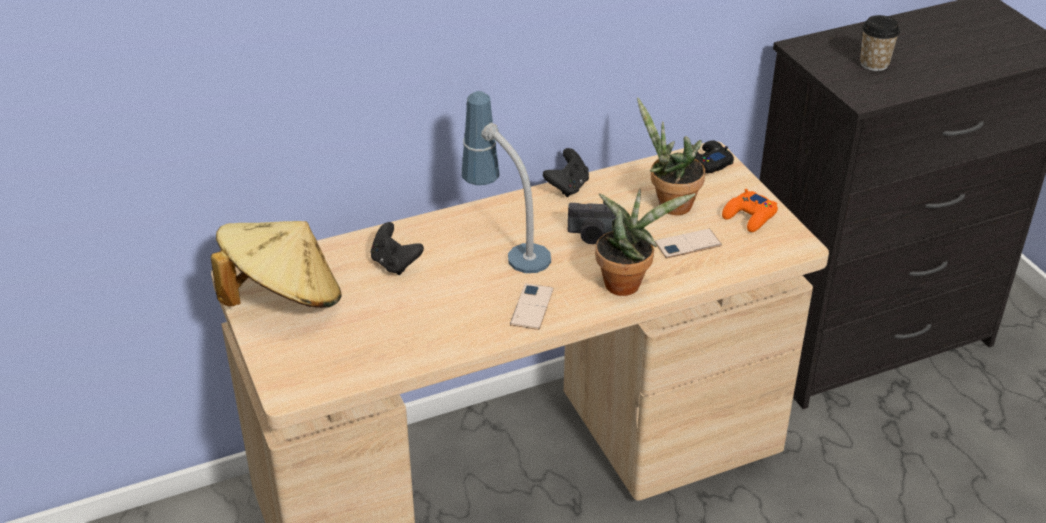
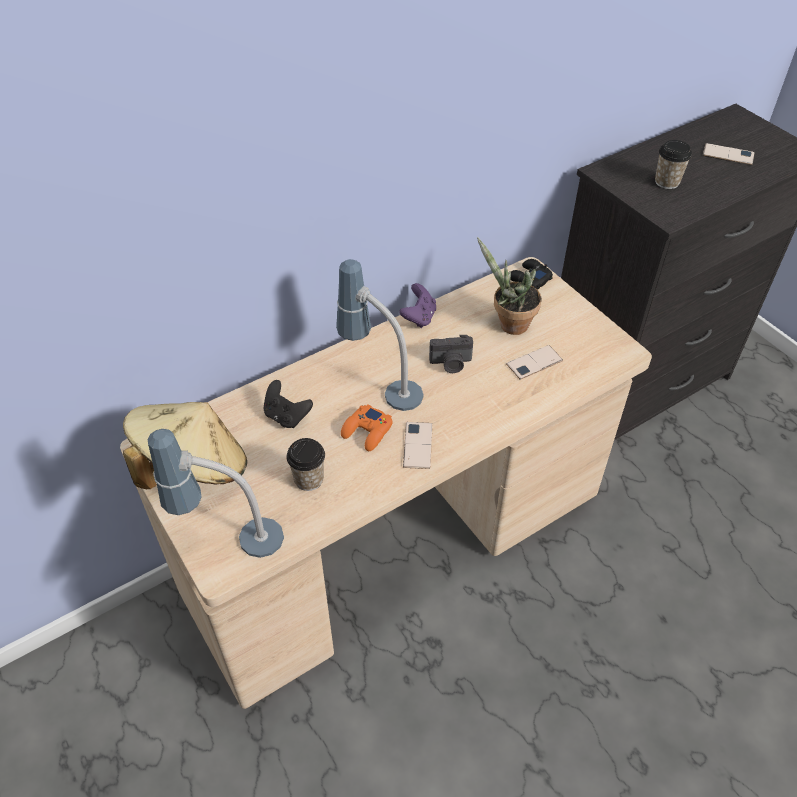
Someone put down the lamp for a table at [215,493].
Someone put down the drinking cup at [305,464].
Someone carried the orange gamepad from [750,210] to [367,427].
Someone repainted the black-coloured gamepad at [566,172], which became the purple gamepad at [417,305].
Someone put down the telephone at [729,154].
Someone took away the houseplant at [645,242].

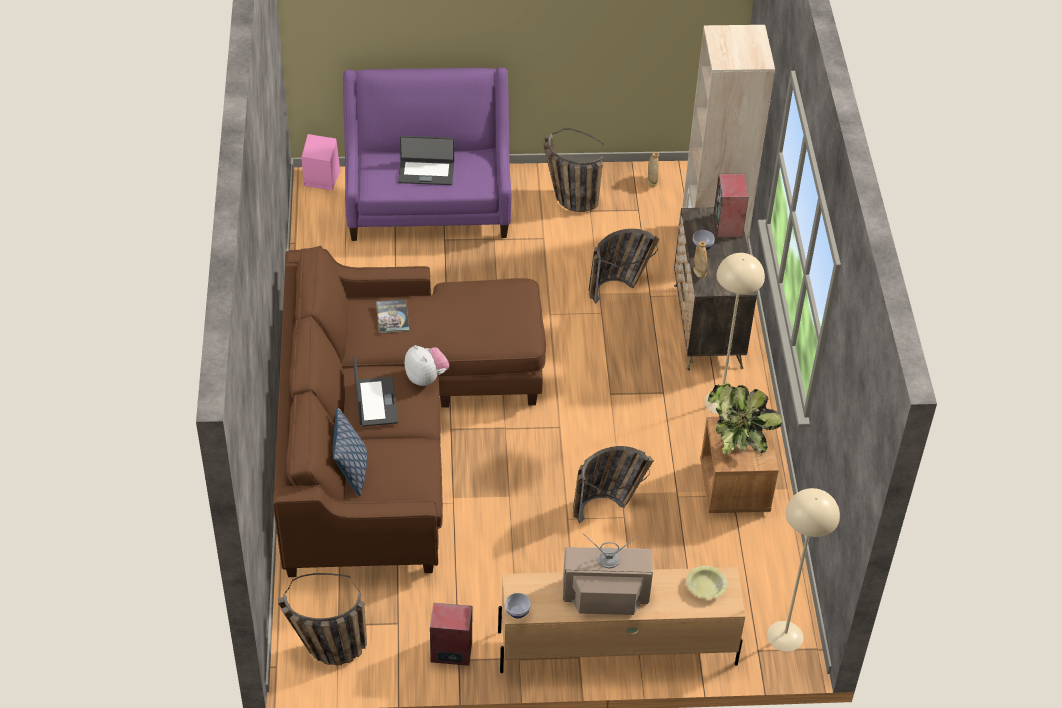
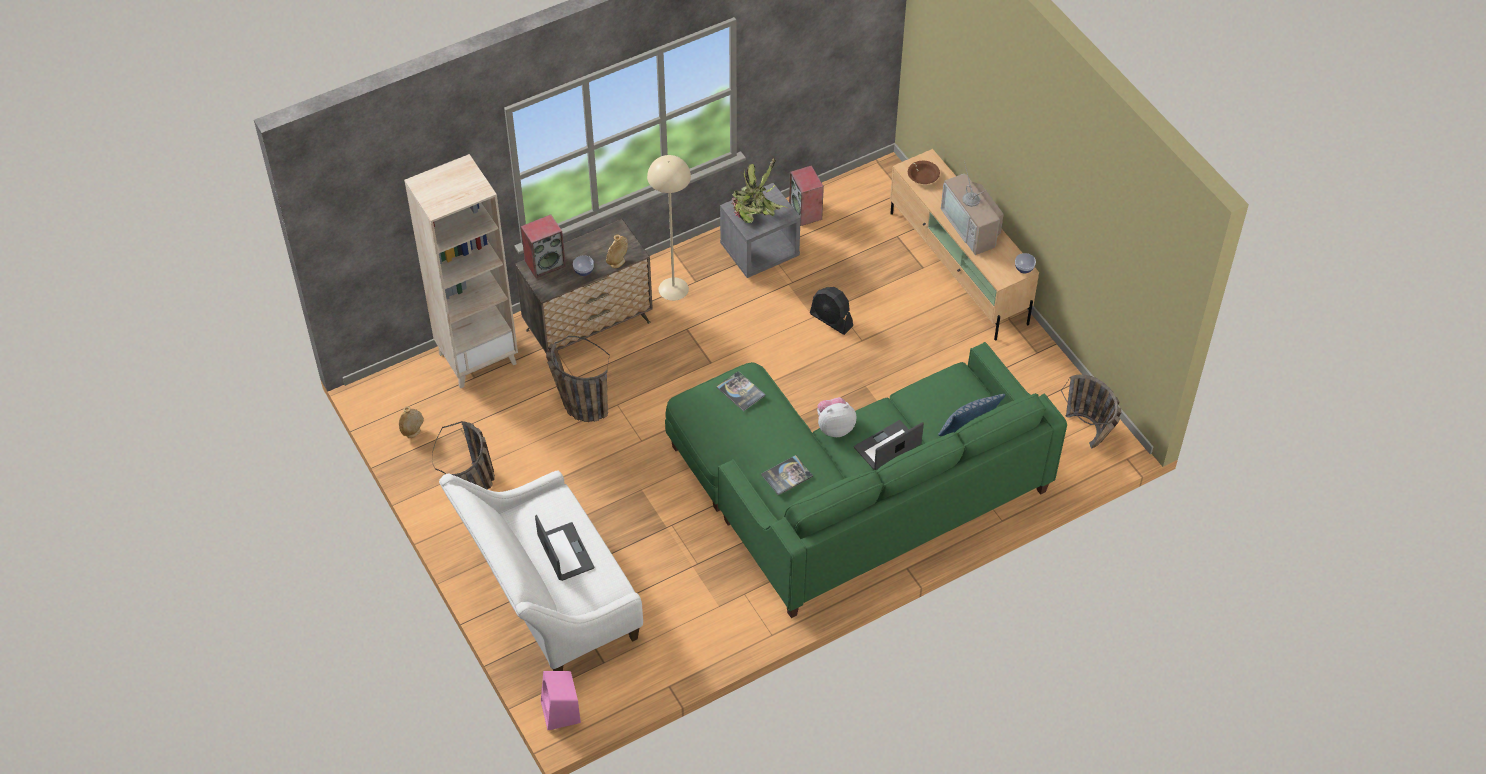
Someone repainted the purple settee at [427,154], which became the white-coloured settee at [541,571].
Someone repainted the brown settee at [409,411], which became the greenish settee at [866,480].
Someone put down the book at [740,391].
Someone repainted the brown nightstand at [739,465], which became the greyish nightstand at [760,230].
Someone carried the speaker from [451,634] to [806,195].
Someone swapped the basket at [613,484] for the black-coloured cooling fan at [831,311].
Someone rotated the cuddly toy at [426,365] by 45 degrees clockwise.
Someone repainted the yellow-coloured serving bowl at [706,582], which became the brown serving bowl at [924,172].
Someone took away the beige-coloured standing lamp at [803,570].

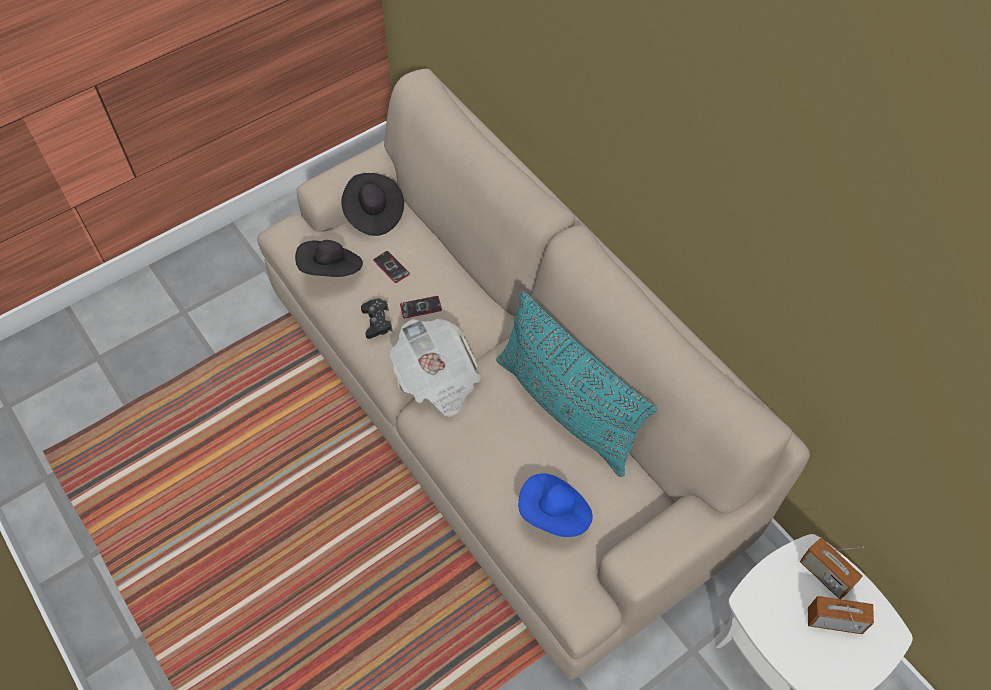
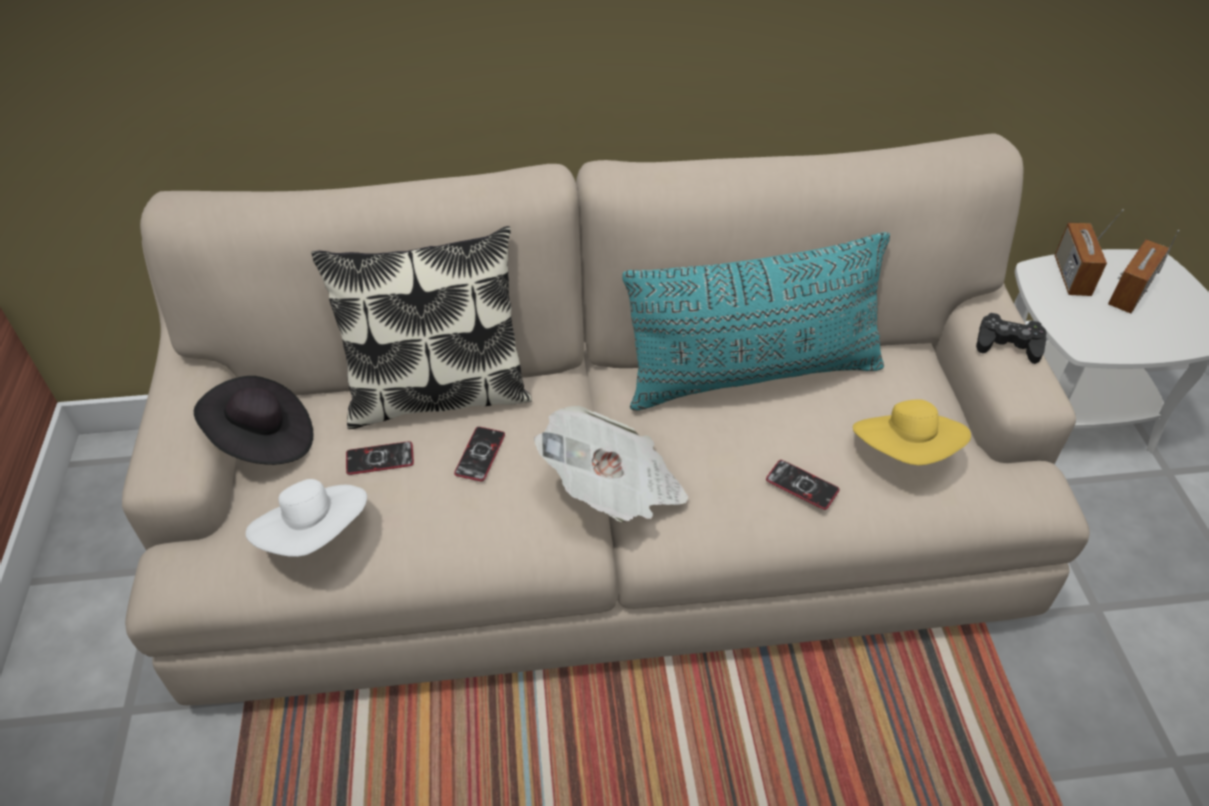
Someone repainted the black-coloured wearable hat at [329,258], which became the white-coloured wearable hat at [306,518].
Someone put down the throw pillow at [422,327].
Someone put down the telephone at [802,485].
Someone repainted the blue-coloured wearable hat at [555,505], which became the yellow-coloured wearable hat at [912,432].
Someone carried the black-coloured gamepad from [377,318] to [1011,338].
Someone rotated the radio receiver at [832,568] by 105 degrees clockwise.

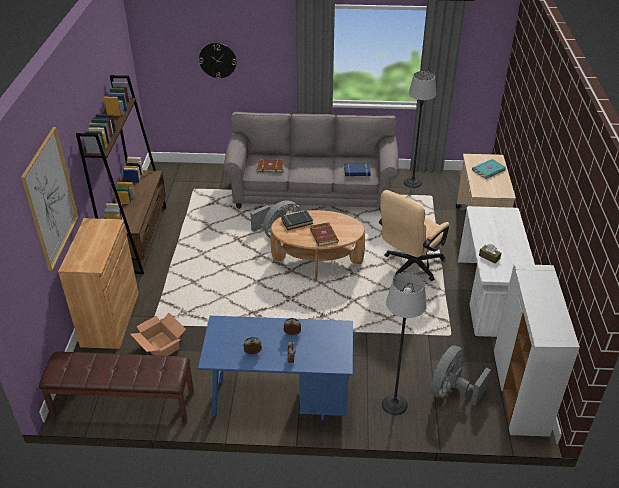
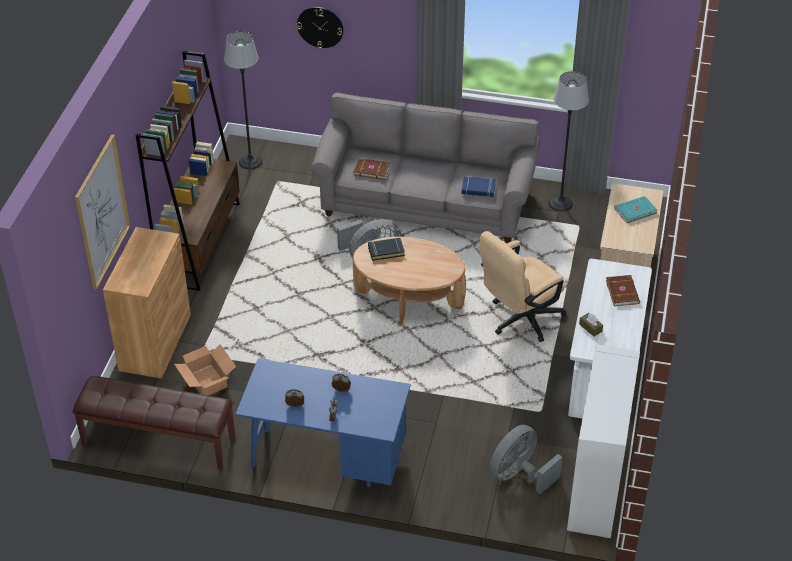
Someone carried the standing lamp from [404,343] to [243,100].
Someone carried the brown book from [324,234] to [623,290].

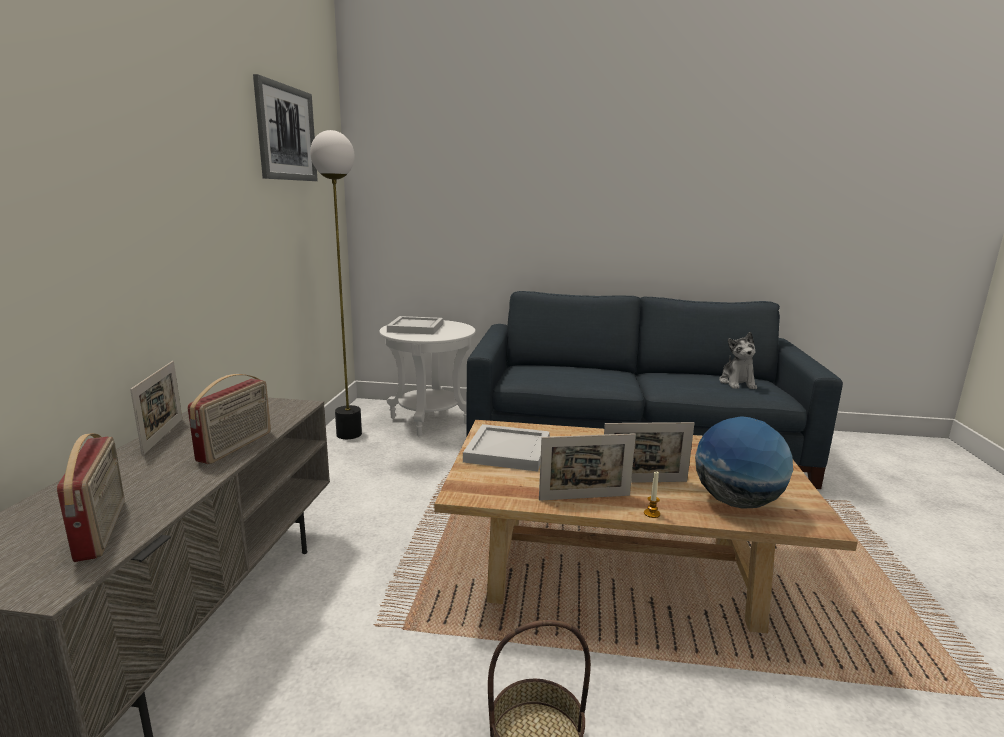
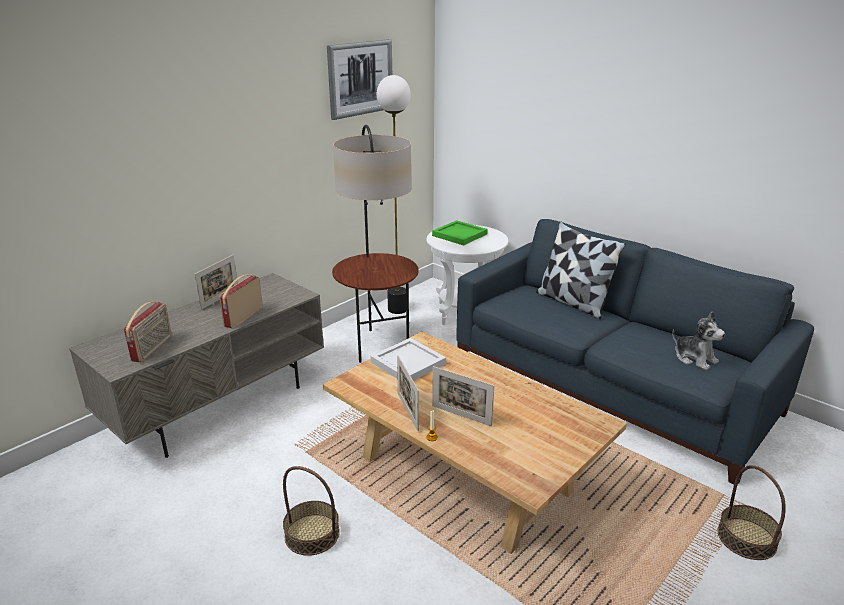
Someone rotated the radio receiver at [229,419] by 150 degrees clockwise.
Someone put down the standing lamp at [375,244].
Someone rotated the picture frame at [587,467] by 45 degrees clockwise.
Someone repainted the white-coloured serving tray at [415,325], which became the greenish serving tray at [460,233].
Someone put down the throw pillow at [581,270].
Someone rotated the cuddly toy at [738,360] by 75 degrees counterclockwise.
Someone put down the basket at [751,512].
Someone took away the world globe at [744,462].

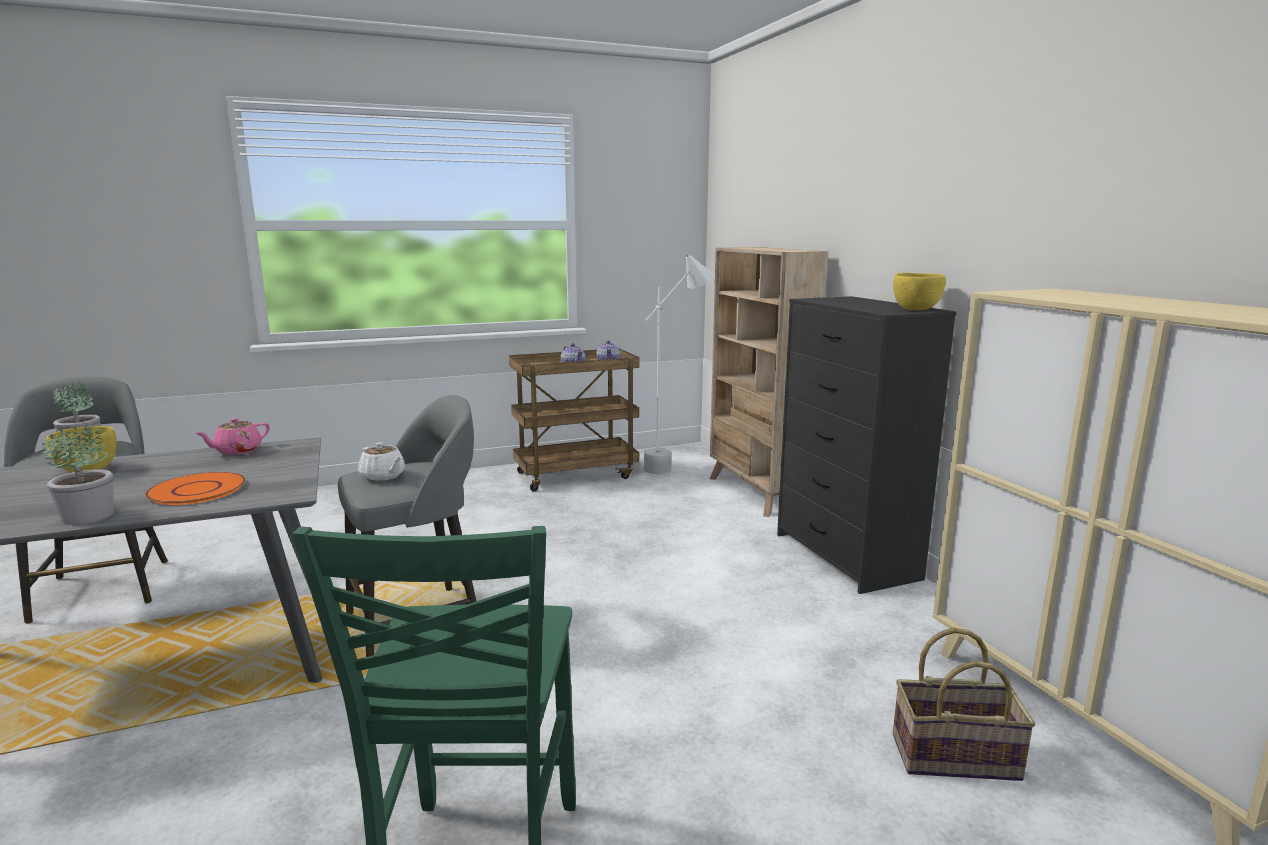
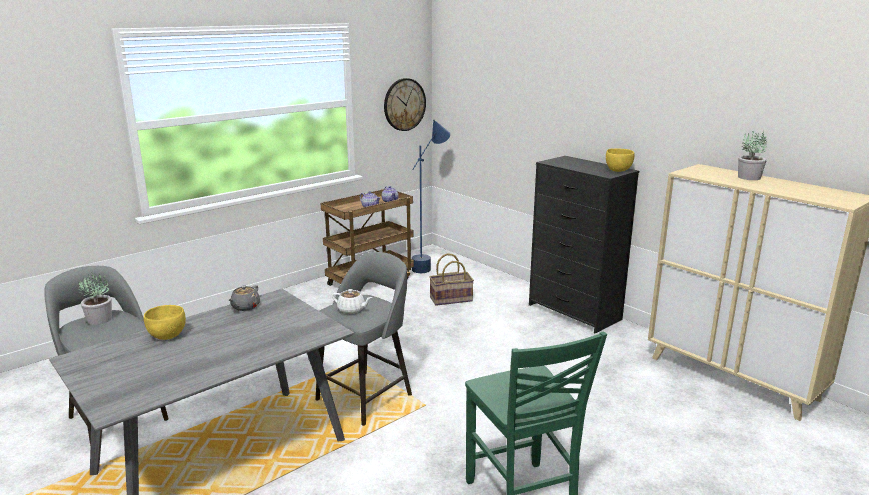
Someone repainted the pink teapot at [232,436], which became the greyish teapot at [244,298].
Someone put up the hanging clock at [405,104].
Someone repainted the white-coloured standing lamp at [678,363], which became the blue-coloured standing lamp at [431,196].
Someone carried the basket from [964,704] to [451,280].
Someone carried the houseplant from [78,474] to [752,155].
Someone took away the orange dinner plate at [195,488].
Someone took away the beige-coloured bookcase at [769,382].

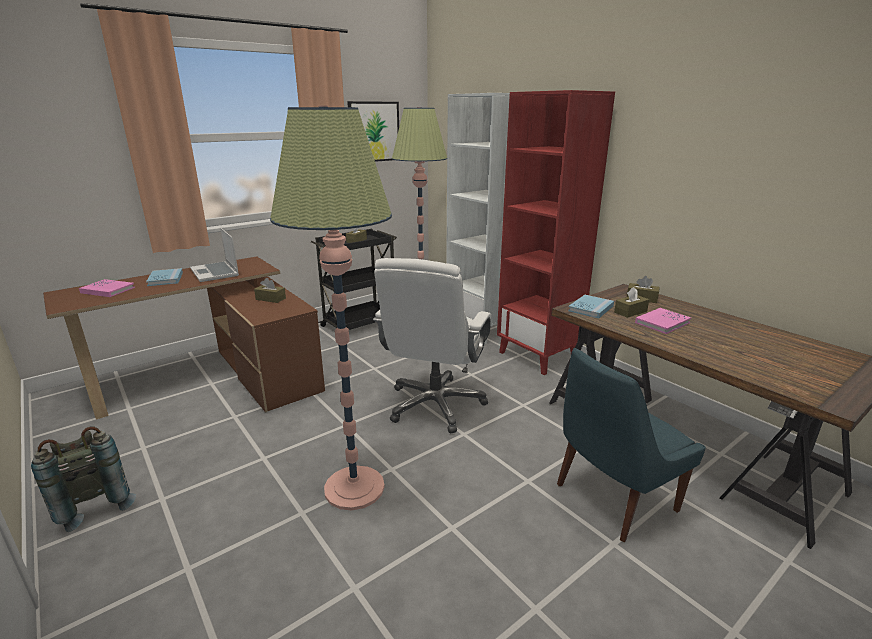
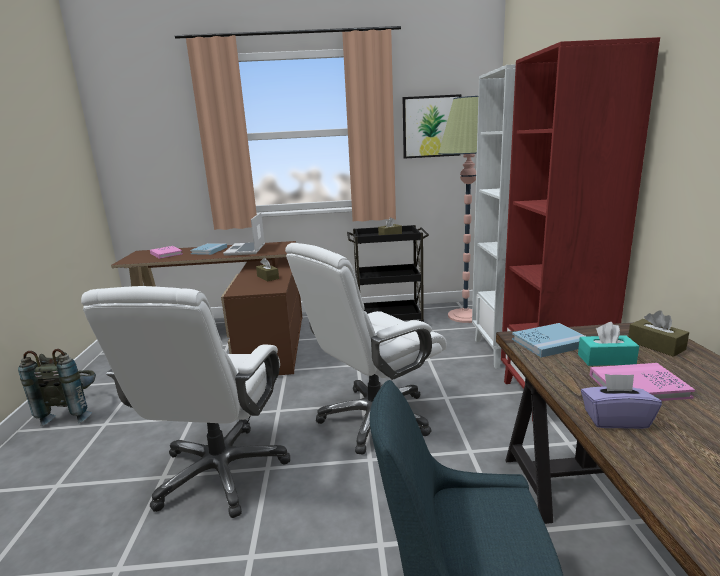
Someone swapped the standing lamp at [331,308] for the white-coloured desk chair at [185,402].
Someone repainted the brown box of tissues at [631,302], which became the turquoise-coloured box of tissues at [608,344].
Someone put down the purple box of tissues at [621,401].

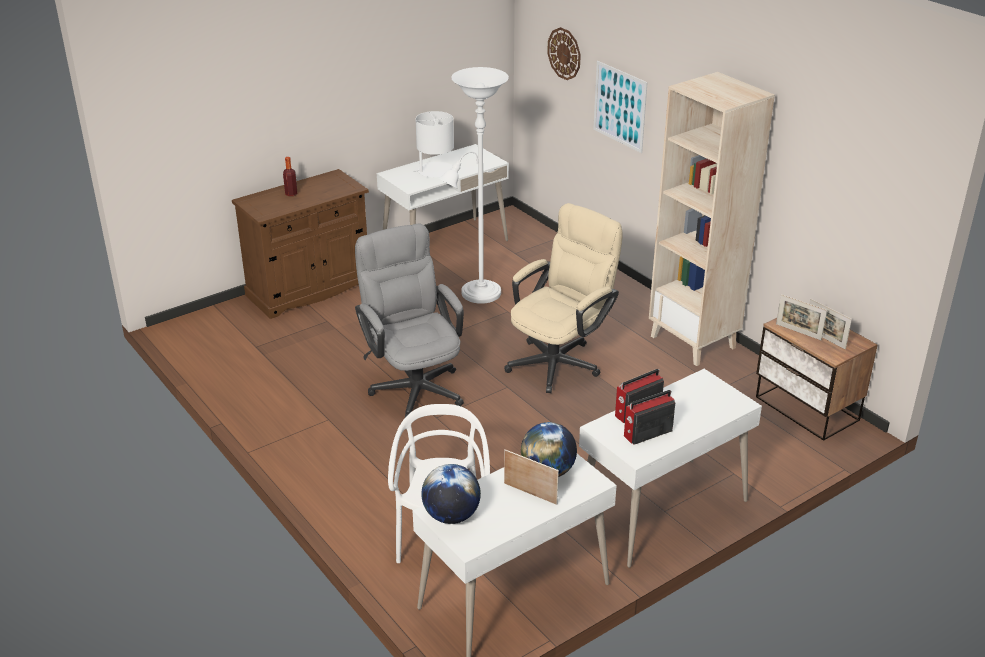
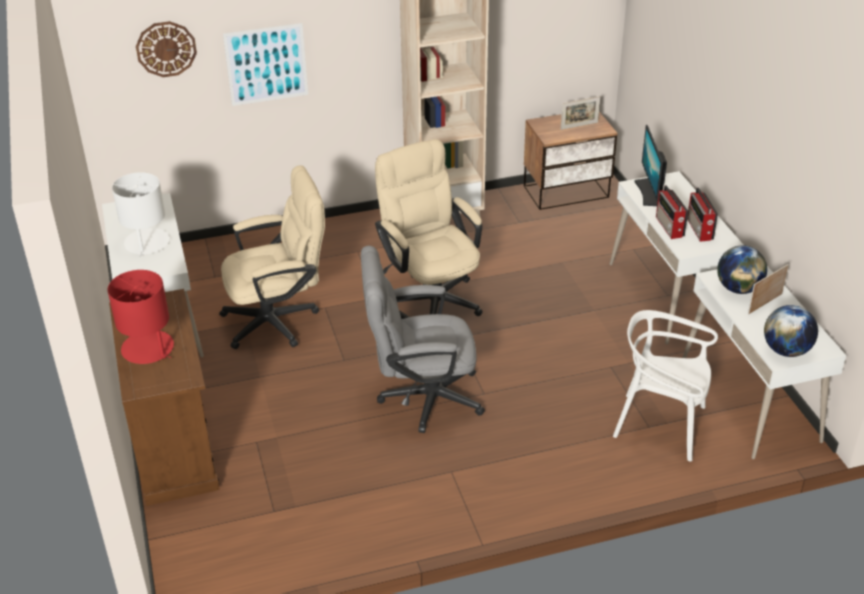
Someone swapped the bottle at [290,176] for the reddish lamp for a table at [141,317].
Someone swapped the white-coloured standing lamp at [473,185] for the beige-coloured desk chair at [272,257].
Someone put down the computer screen at [650,165].
Someone took away the picture frame at [801,317].

